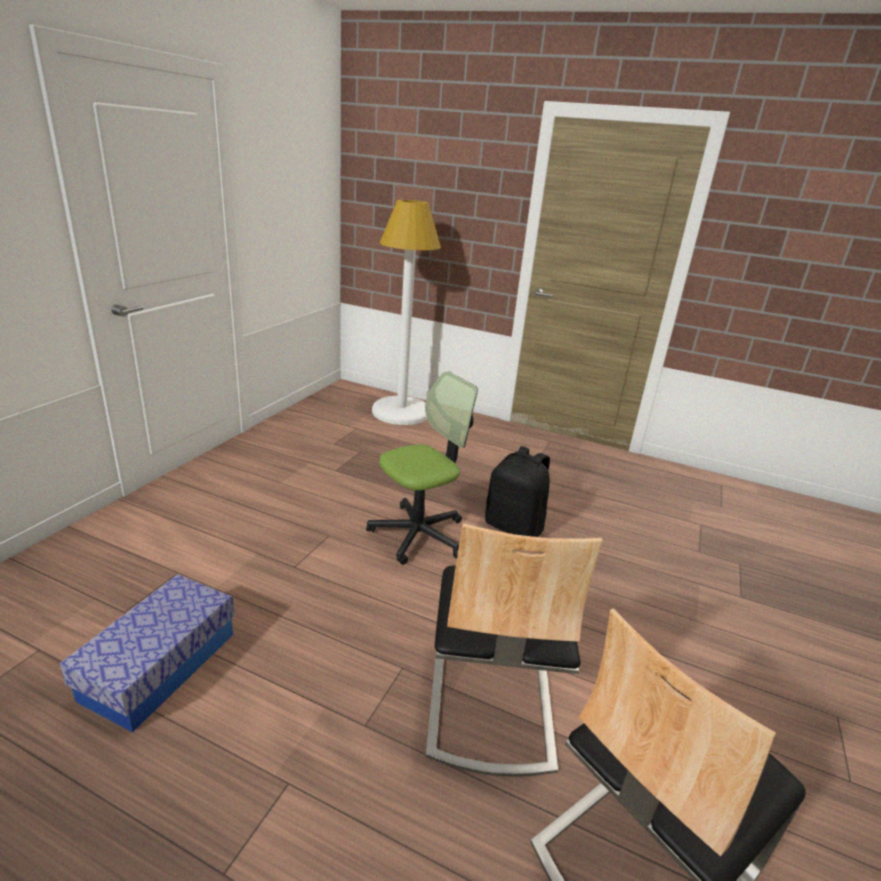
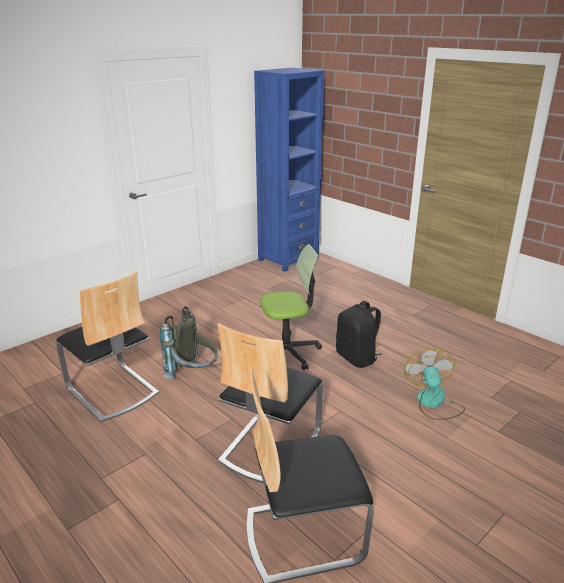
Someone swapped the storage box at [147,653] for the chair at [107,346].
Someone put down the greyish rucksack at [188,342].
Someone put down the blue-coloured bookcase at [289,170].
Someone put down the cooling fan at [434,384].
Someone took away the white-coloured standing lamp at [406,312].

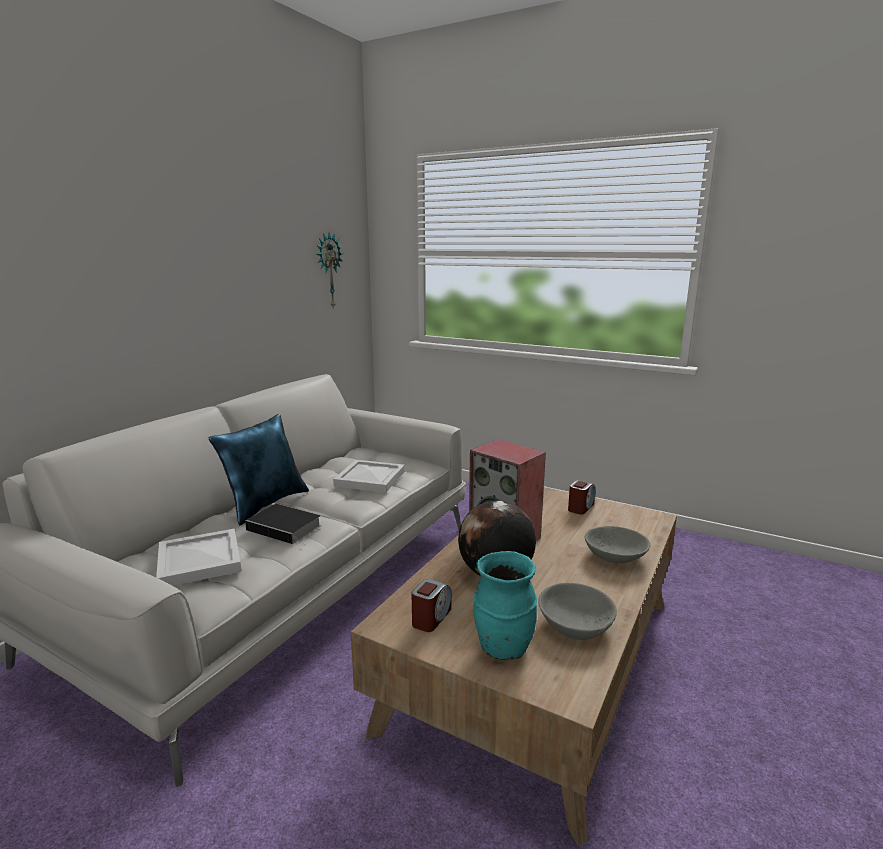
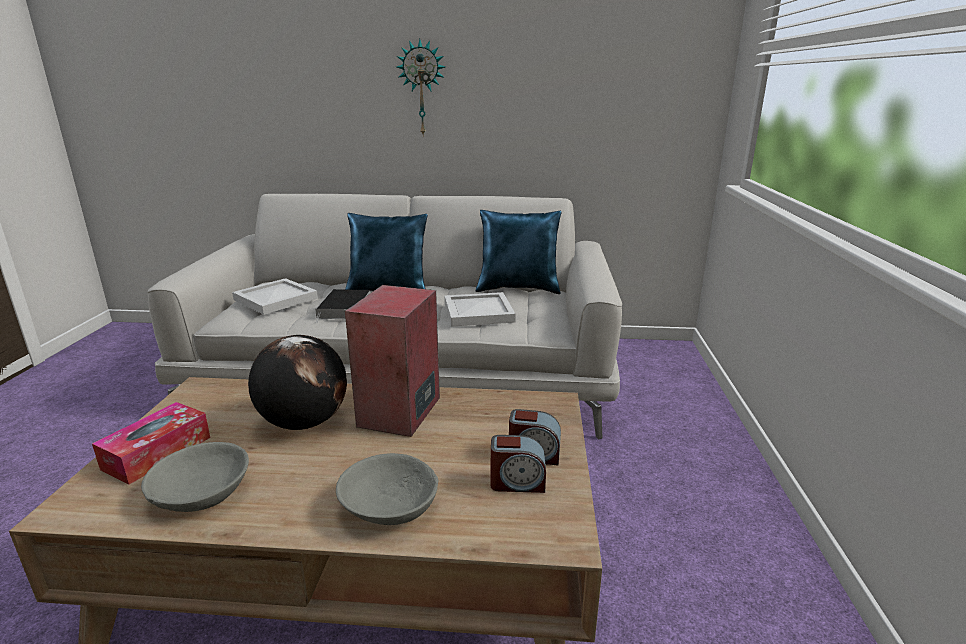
Someone swapped the turquoise-coloured decorative vase at [505,605] for the box of tissues at [151,443].
Someone carried the hanging clock from [330,269] to [421,88].
Someone put down the blue-coloured throw pillow at [519,252].
Someone carried the bedside clock from [431,605] to [518,464].

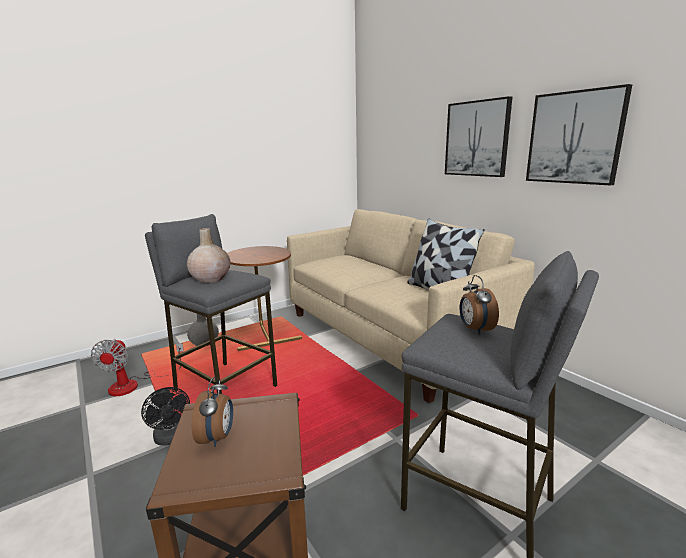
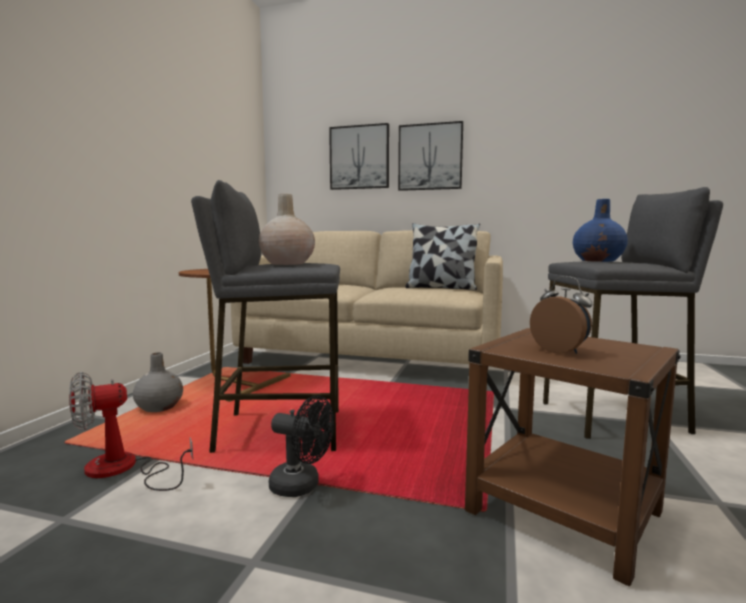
Someone rotated the cooling fan at [137,367] by 105 degrees clockwise.
Someone carried the wall art from [579,134] to [359,156].
Someone swapped the bedside clock at [479,305] for the blue-coloured decorative vase at [600,230].

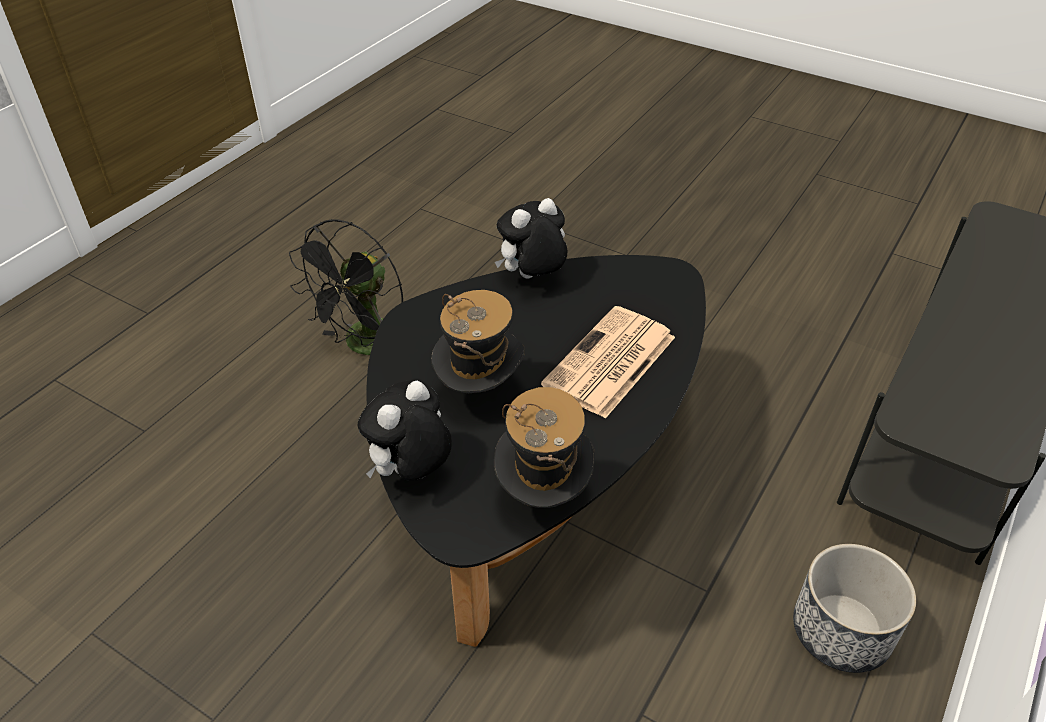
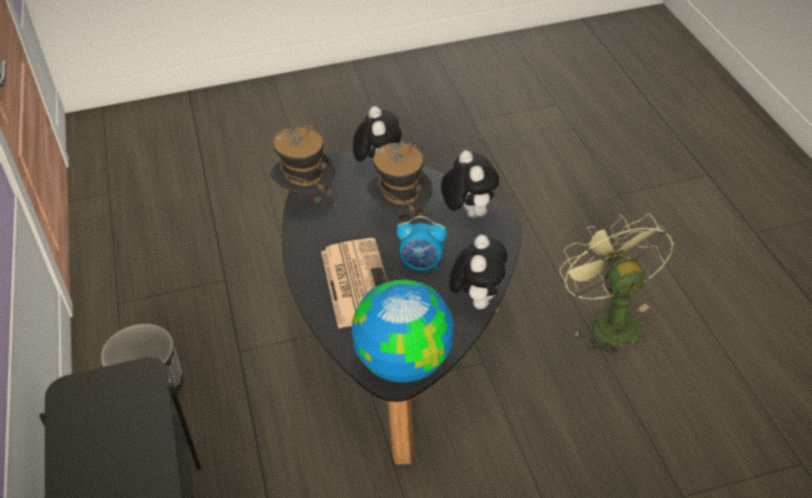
Someone put down the world globe at [402,331].
Someone put down the bedside clock at [421,244].
Someone put down the cuddly toy at [470,184].
Someone repainted the black-coloured cooling fan at [346,287], which became the greenish cooling fan at [616,287].

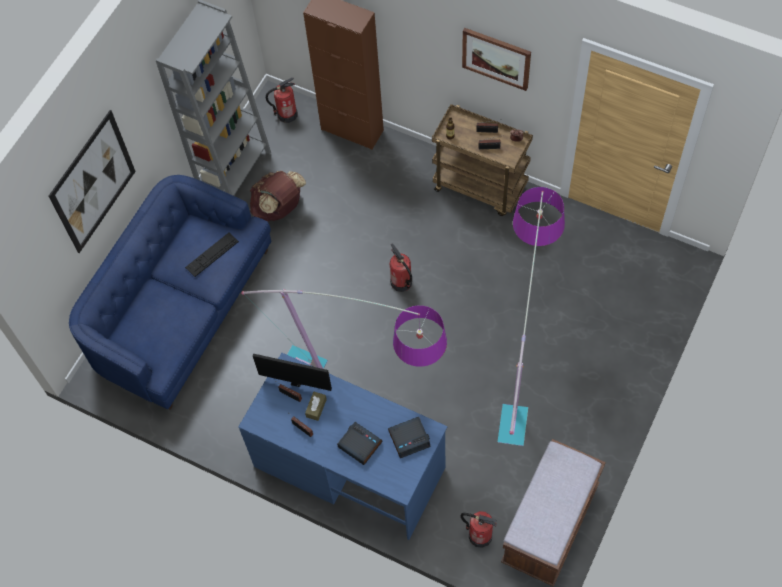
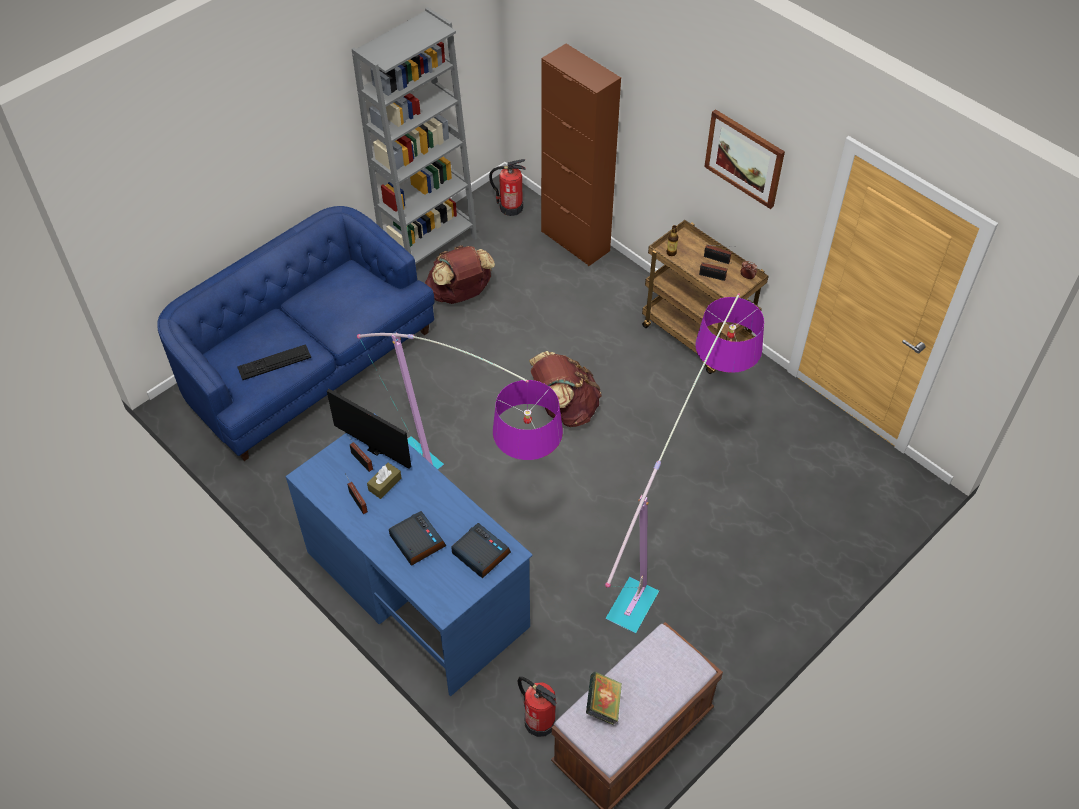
Someone carried the PC keyboard from [212,255] to [274,362].
Someone rotated the bedside clock at [409,437] by 135 degrees counterclockwise.
Someone swapped the fire extinguisher at [401,267] for the brown rucksack at [565,389].
Someone put down the book at [604,698].
Someone took away the wall art at [92,181].

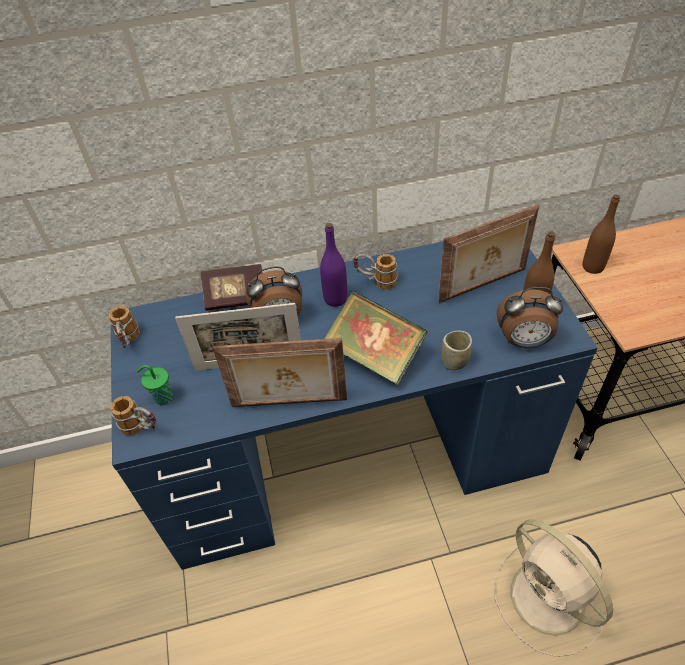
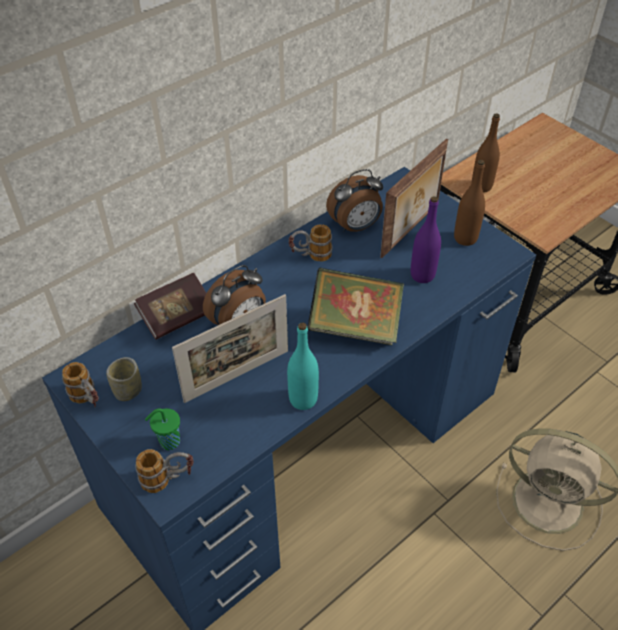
Someone carried the drinking cup from [457,350] to [124,379].
Someone swapped the picture frame at [280,372] for the turquoise-coloured bottle at [303,366].
Someone carried the bedside clock from [530,317] to [354,200].
Someone carried the purple bottle from [333,265] to [426,239].

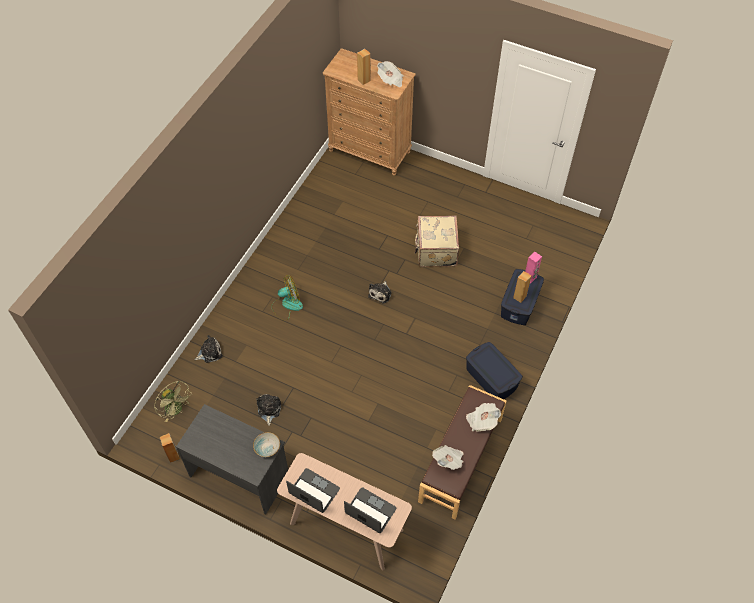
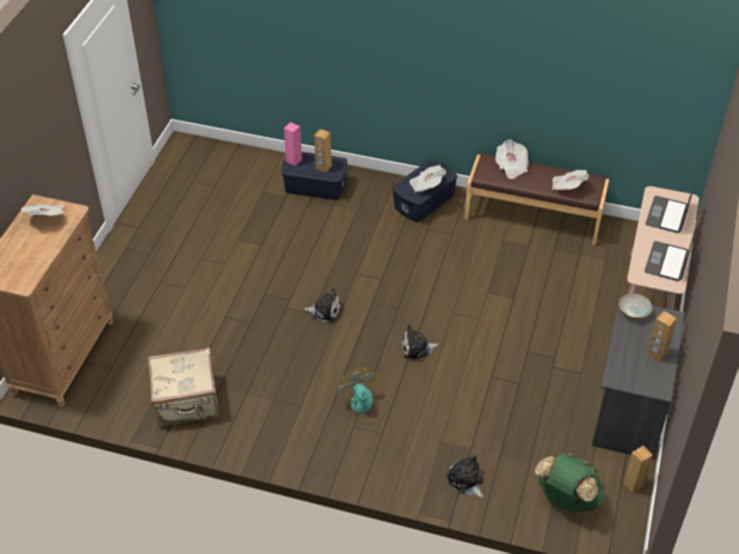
Someone carried the beige-coloured travel case from [437,241] to [183,387].
Someone carried the cuddly toy from [268,410] to [420,342].
Someone put down the printed paper at [427,179].
Someone swapped the greenish cooling fan at [172,401] for the greenish rucksack at [570,482].
Someone carried the brown speaker from [364,67] to [662,336].

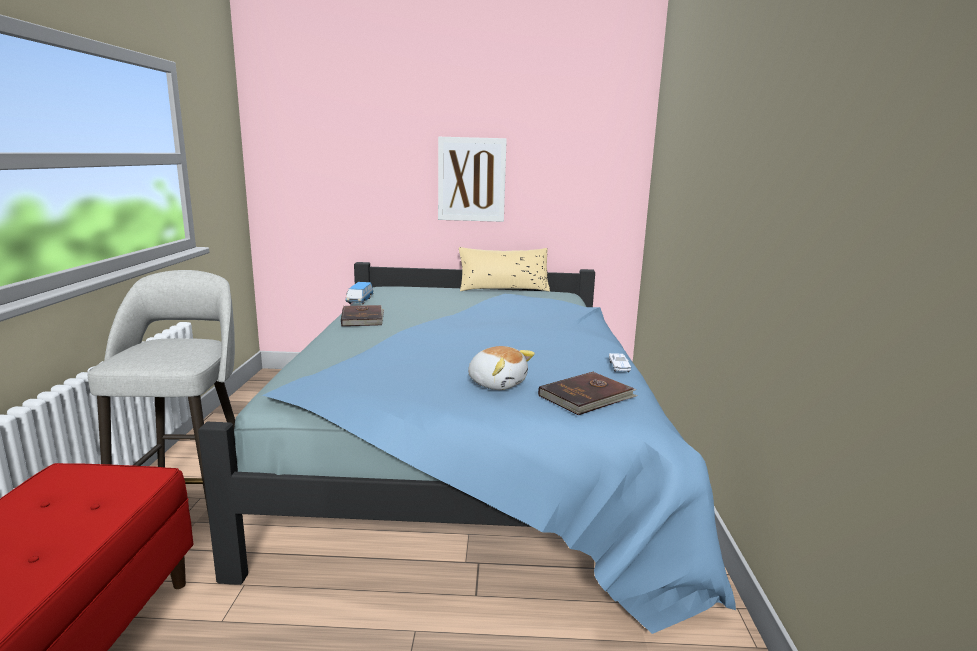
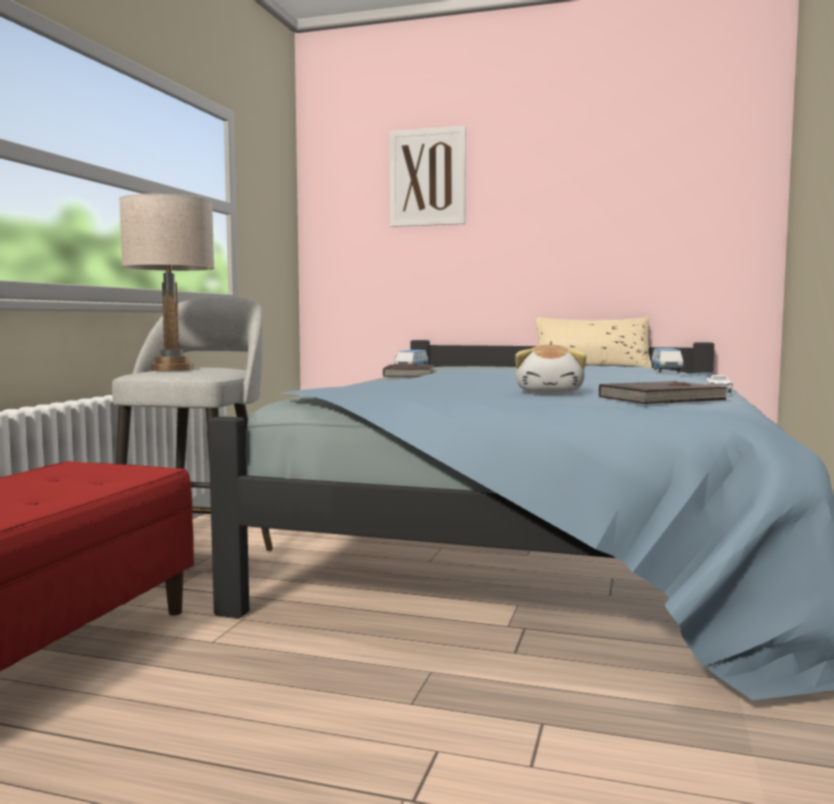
Someone put down the beige-coloured lamp for a table at [166,282].
Someone carried the wall art from [472,179] to [428,176].
Someone rotated the cuddly toy at [501,368] by 45 degrees clockwise.
Someone put down the model car at [667,360].

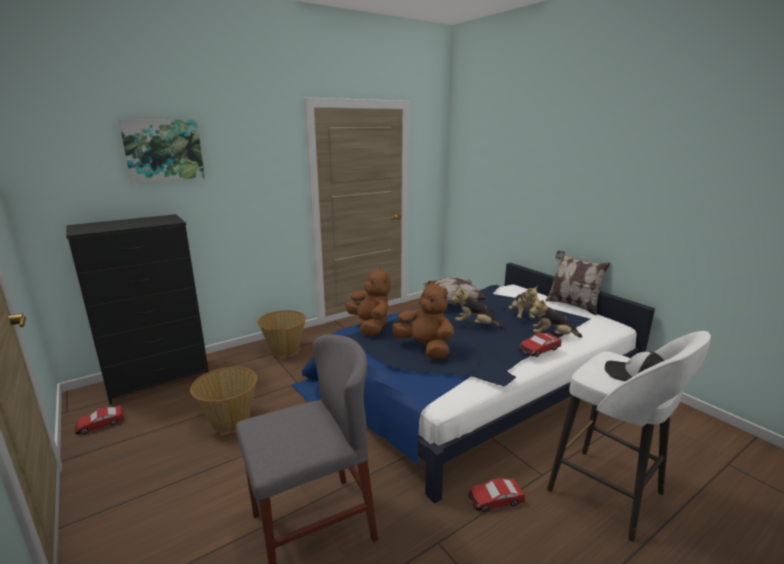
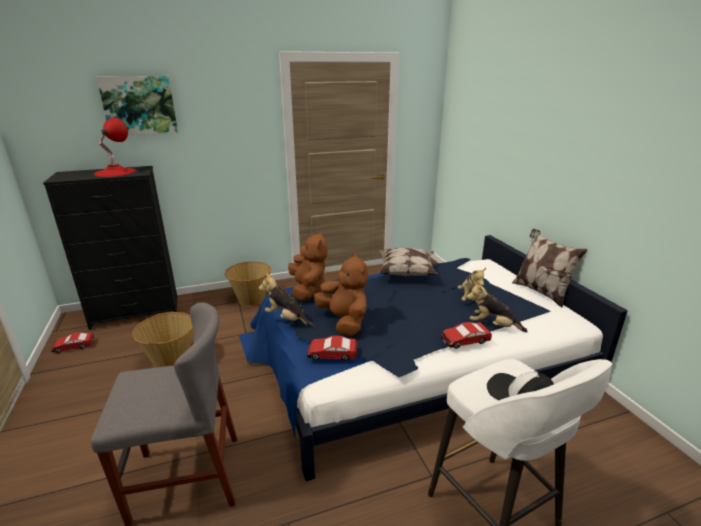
Someone put down the reddish lamp for a table at [115,147].
Someone carried the cuddly toy from [478,307] to [287,300].
Someone carried the model car from [496,495] to [332,348].

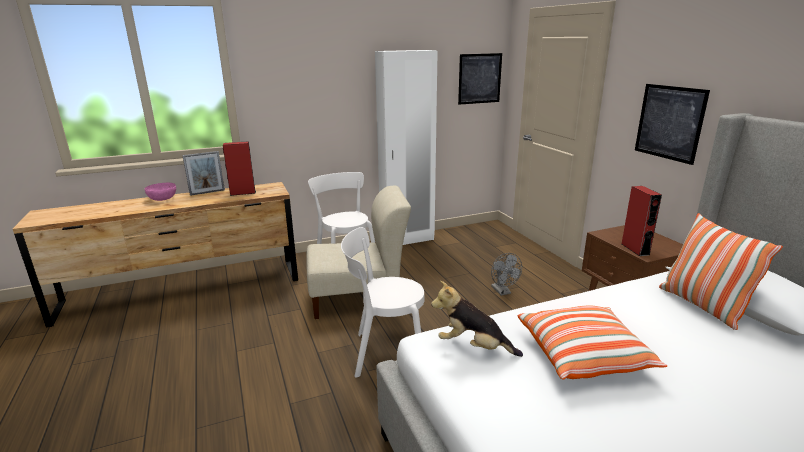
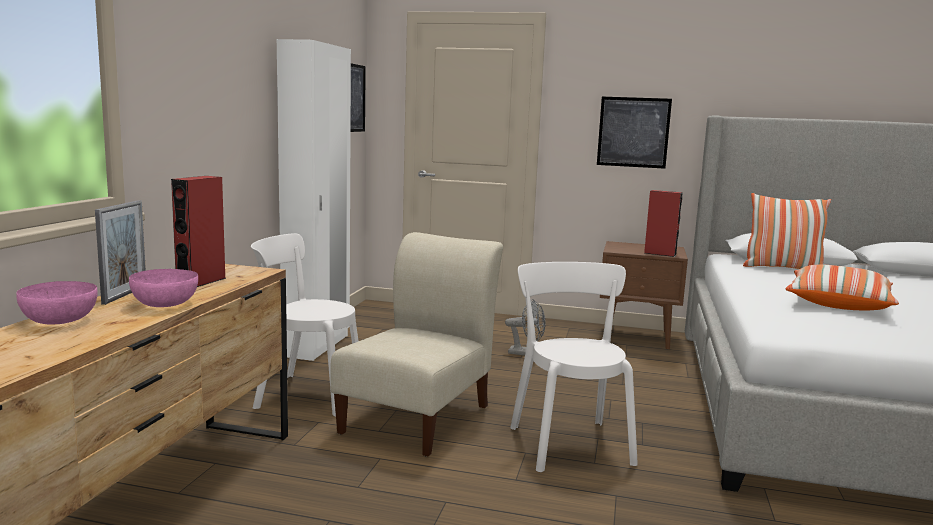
Someone put down the pink serving bowl at [163,288].
Someone rotated the white-coloured chair at [383,302] by 135 degrees clockwise.
Someone took away the cuddly toy at [477,319].

